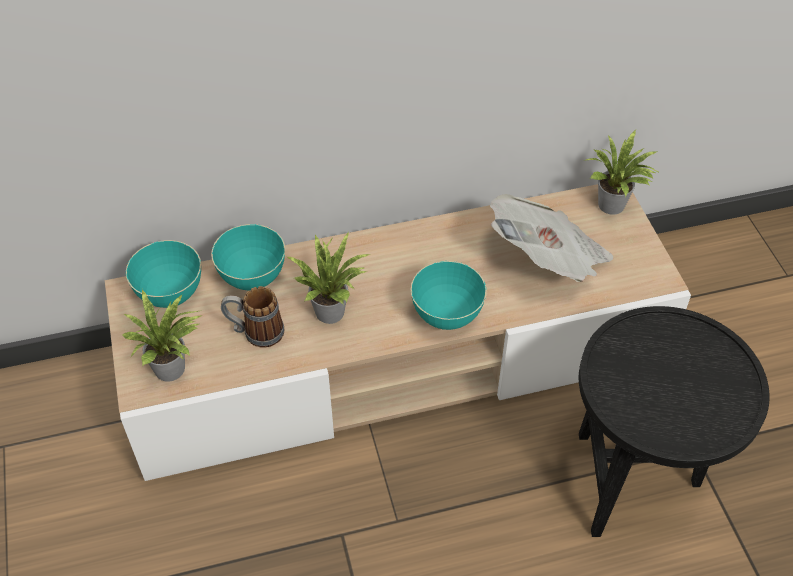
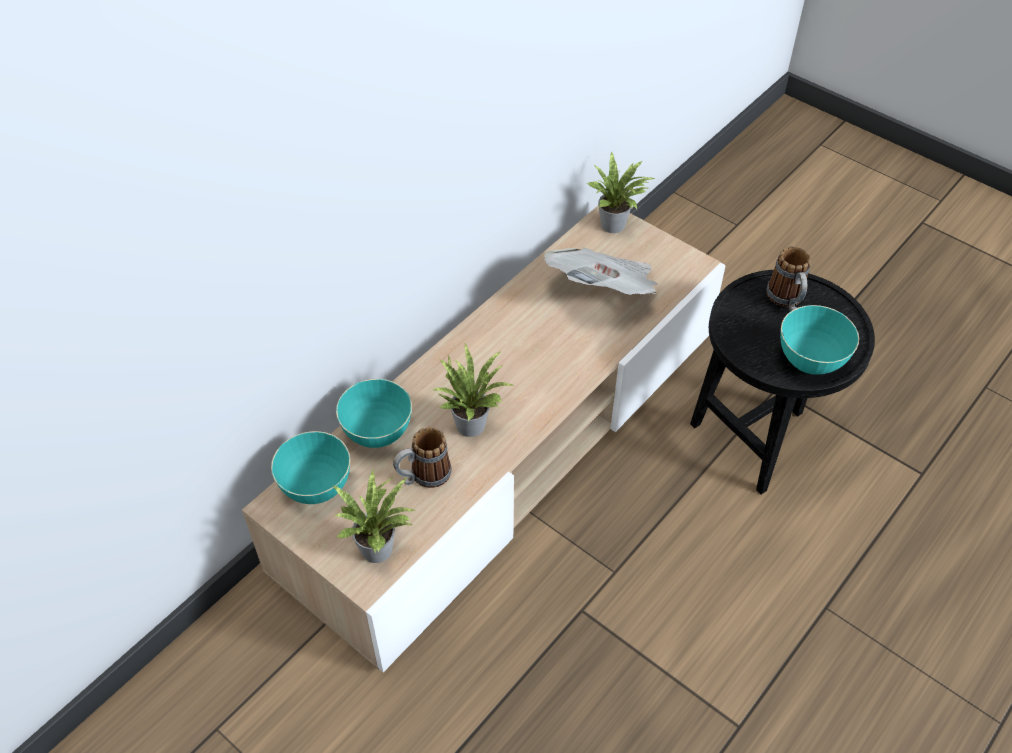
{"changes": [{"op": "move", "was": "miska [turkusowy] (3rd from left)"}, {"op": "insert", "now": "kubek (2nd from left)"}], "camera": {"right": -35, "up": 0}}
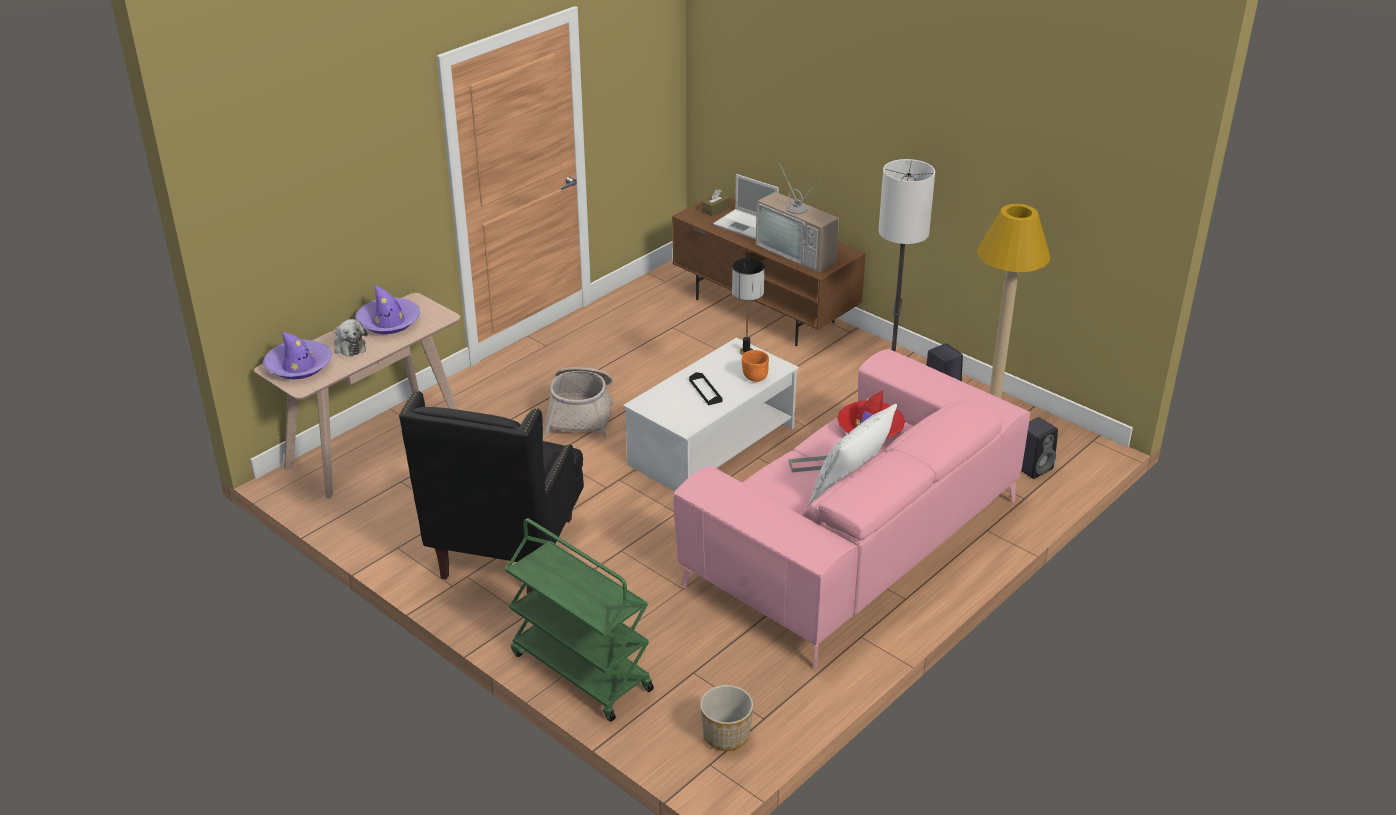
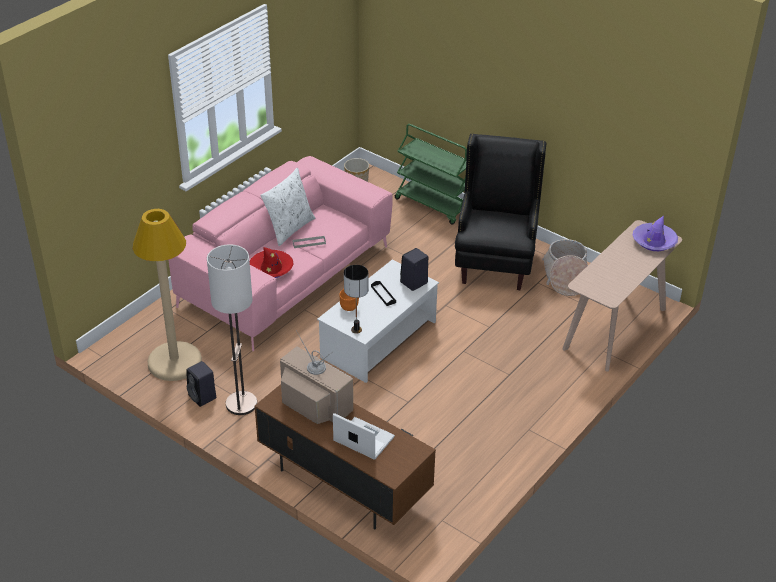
{"changes": [{"op": "delete", "was": "pudełko chusteczek [brązowy]"}, {"op": "delete", "was": "kapelusz [fioletowy] (2nd from left)"}, {"op": "delete", "was": "pluszak"}, {"op": "move", "was": "koszyk"}, {"op": "move", "was": "głośnik [czarny] (2nd from left)"}], "camera": {"right": 175, "up": 5}}
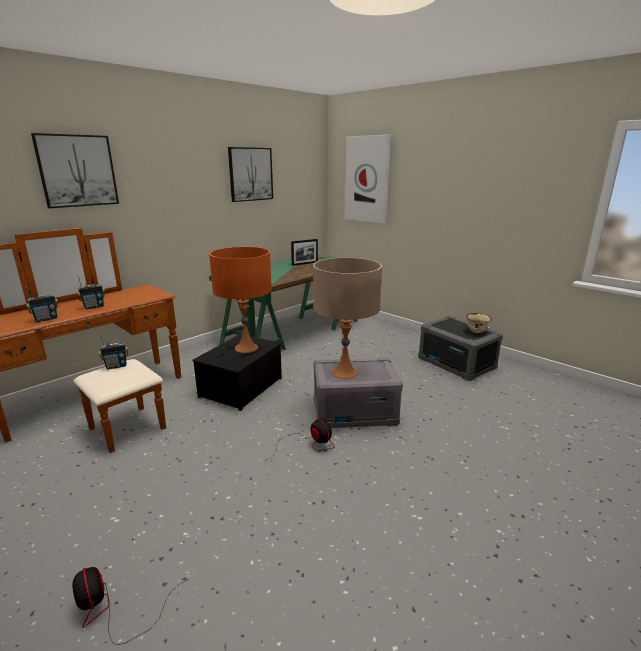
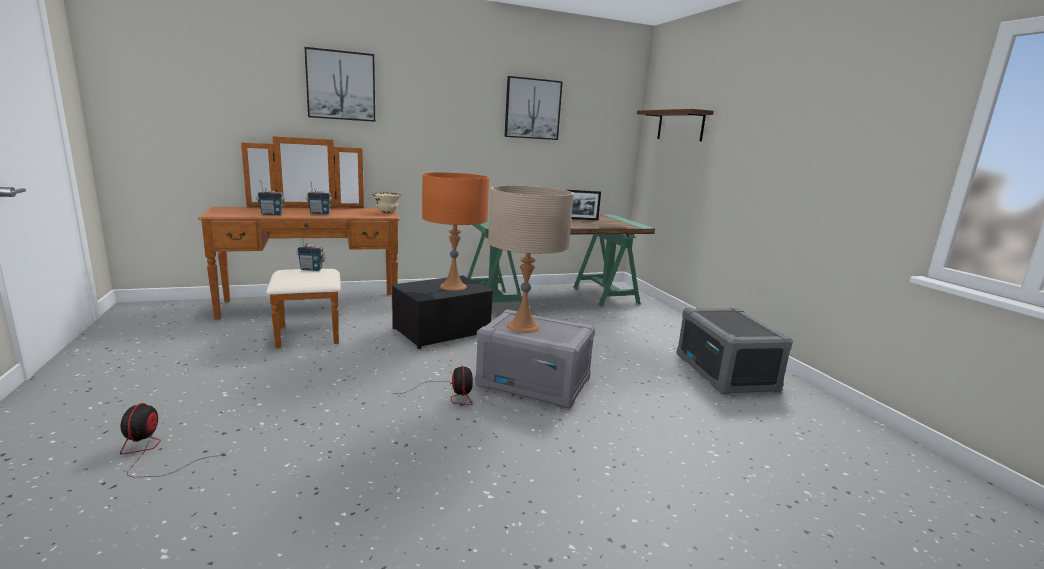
{"changes": [{"op": "replace", "was": "obraz (3rd from left)", "now": "półka [brązowy]"}, {"op": "move", "was": "miska [beżowy]"}], "camera": {"right": 25, "up": -5}}
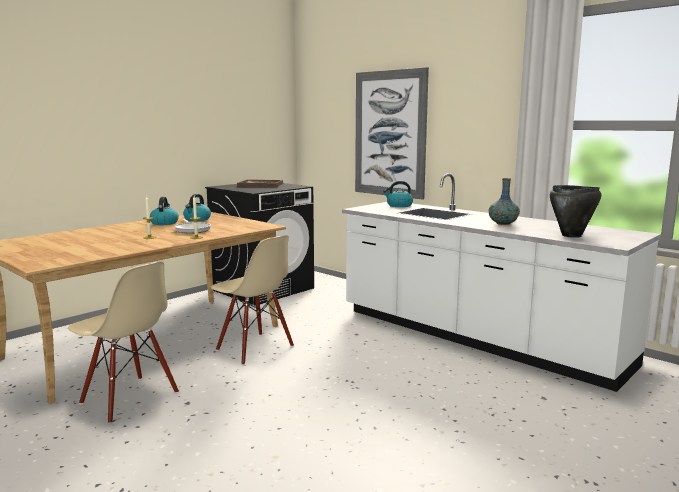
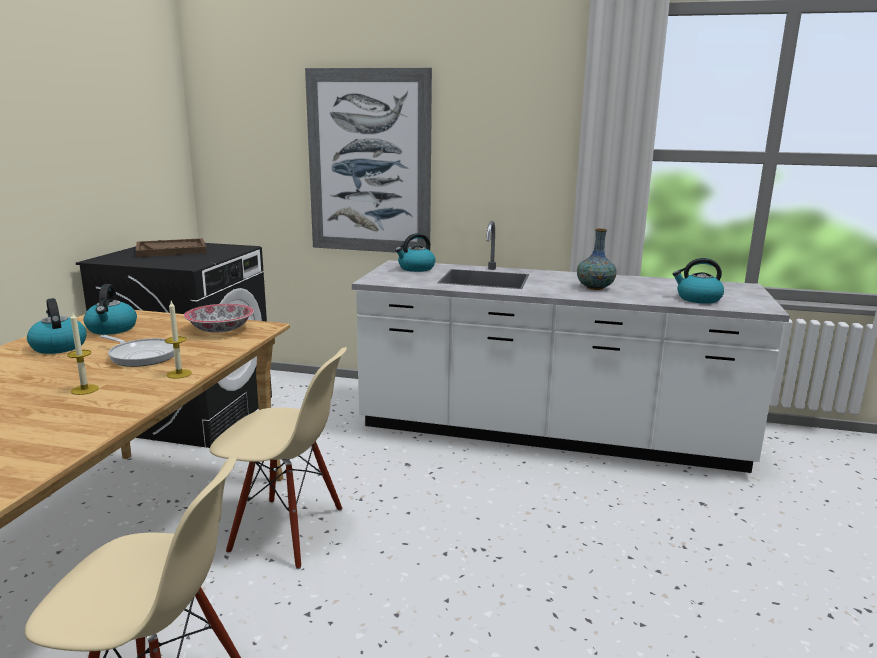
{"changes": [{"op": "replace", "was": "garnek [czarny]", "now": "czajnik (4th from left)"}, {"op": "insert", "now": "miska"}], "camera": {"right": -30, "up": 5}}
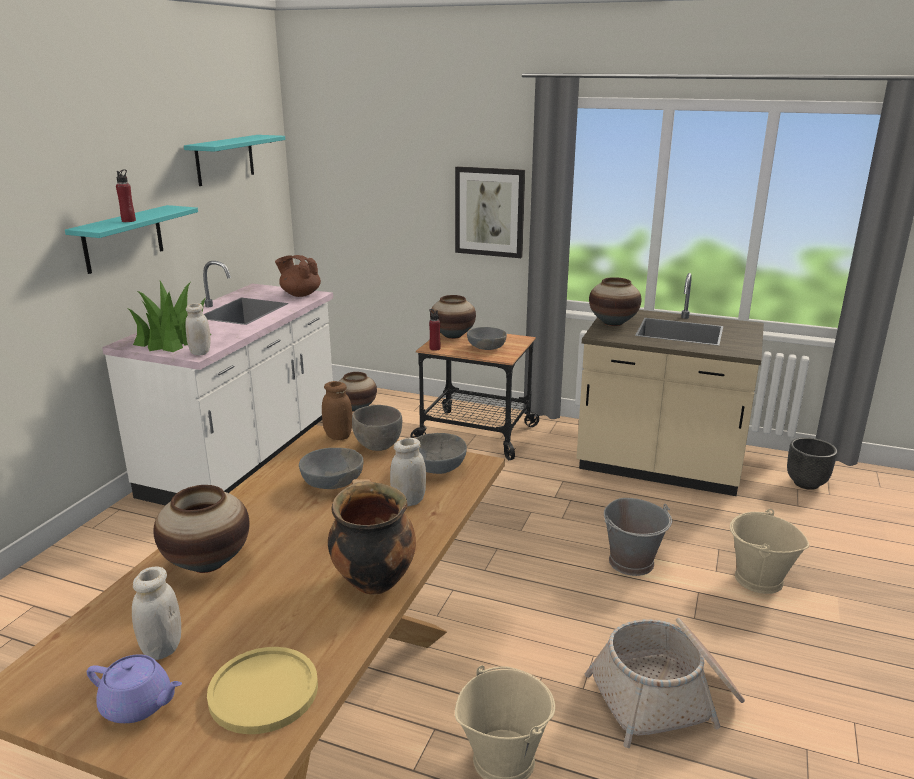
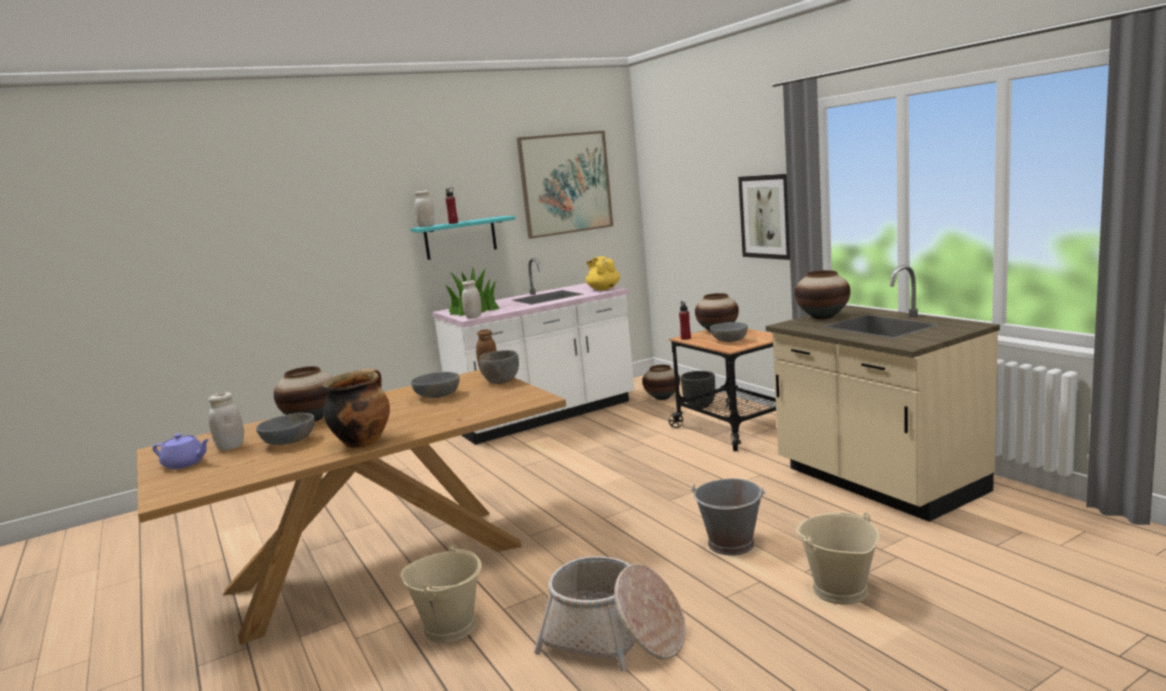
{"changes": [{"op": "replace", "was": "półka [turkusowy] (2nd from left)", "now": "obraz (1st from left)"}, {"op": "recolor", "was": "imbryk [brązowy]", "now": "imbryk [żółty]"}, {"op": "move", "was": "miska [szary] (3rd from left in the first image)", "now": "miska [szary] (1st from left)"}, {"op": "move", "was": "donica [czarny]"}, {"op": "move", "was": "słoik [biały] (3rd from left in the first image)", "now": "słoik [biały] (2nd from left)"}, {"op": "delete", "was": "talerz [żółty]"}, {"op": "rotate", "was": "imbryk [fioletowy]", "clockwise": -45}], "camera": {"right": 40, "up": -10}}
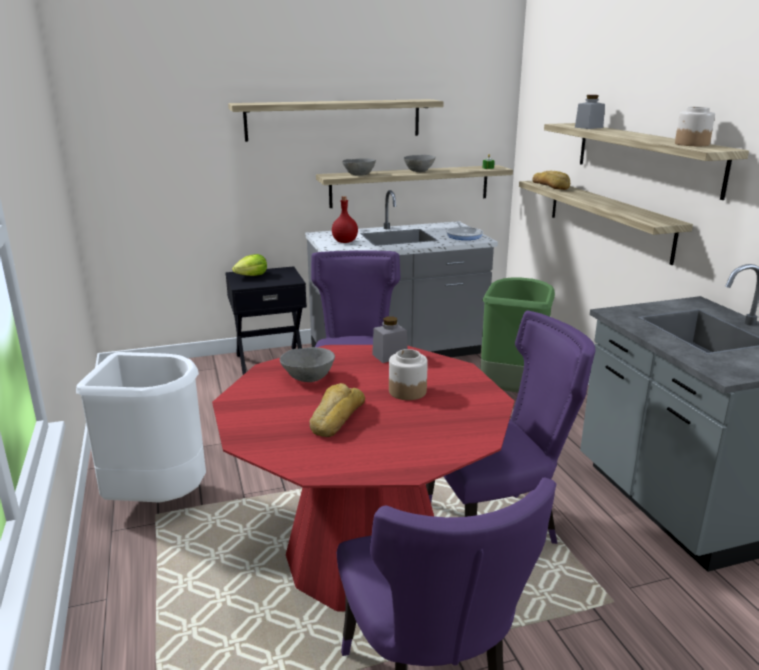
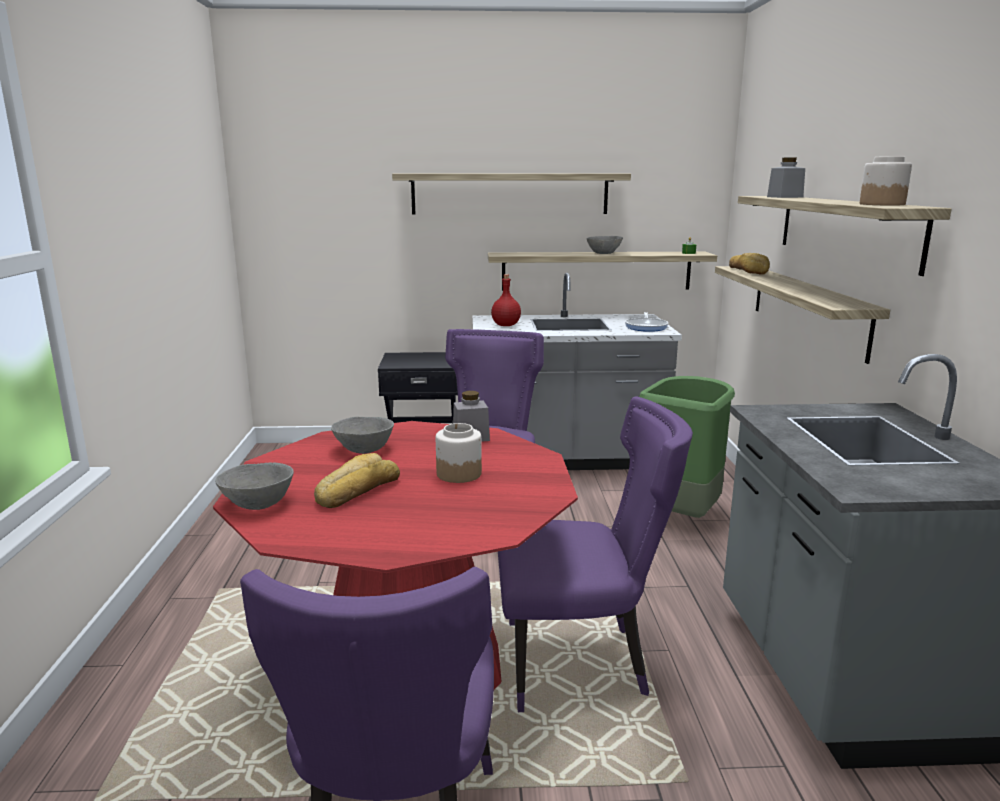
{"changes": [{"op": "move", "was": "miska [szary] (2nd from left in the first image)", "now": "miska [szary] (1st from left)"}, {"op": "delete", "was": "sałata"}, {"op": "delete", "was": "kosz na śmieci [biały]"}], "camera": {"right": 15, "up": -5}}
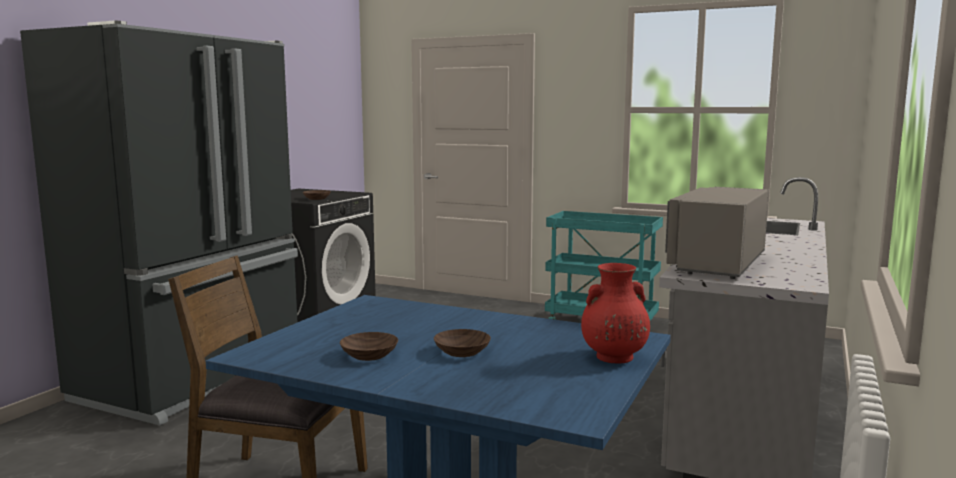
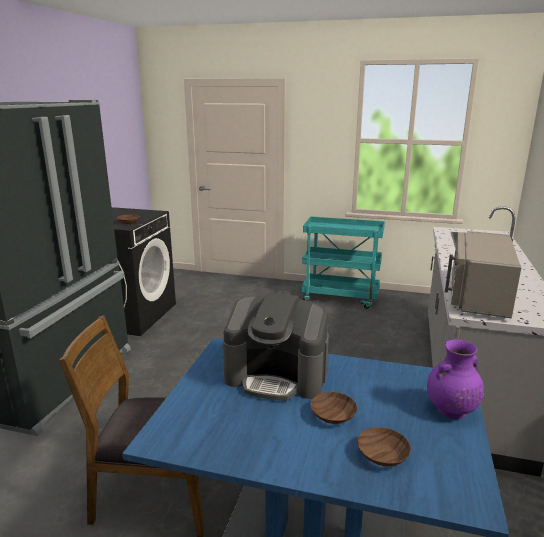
{"changes": [{"op": "recolor", "was": "wazon [czerwony]", "now": "wazon [fioletowy]"}, {"op": "move", "was": "miska [brązowy] (2nd from left in the first image)", "now": "miska [brązowy] (3rd from left)"}, {"op": "insert", "now": "ekspres do kawy"}], "camera": {"right": -10, "up": 10}}
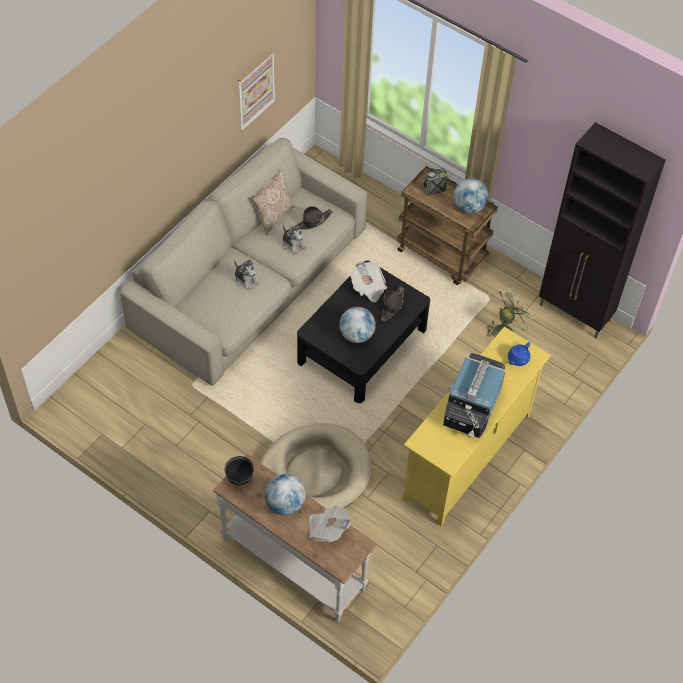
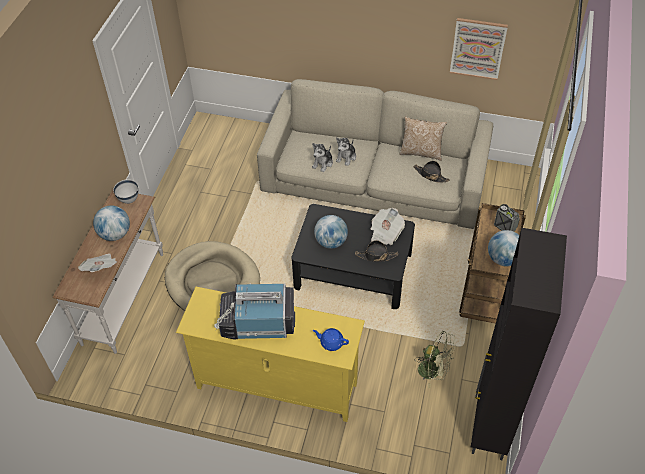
{"changes": [{"op": "move", "was": "pluszak (2nd from left in the first image)", "now": "pluszak (1st from left)"}, {"op": "recolor", "was": "miska [czarny]", "now": "miska [biały]"}], "camera": {"right": 70, "up": -5}}
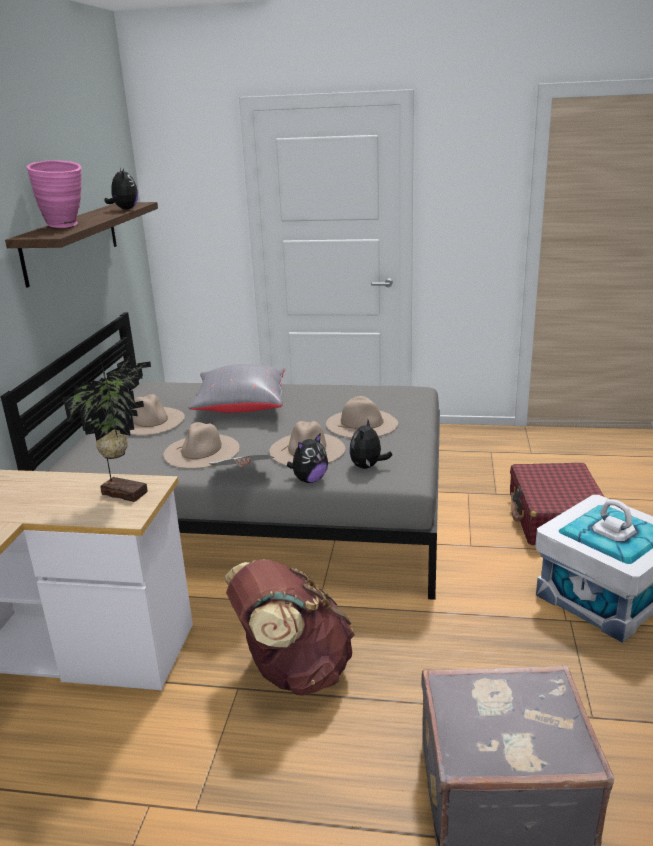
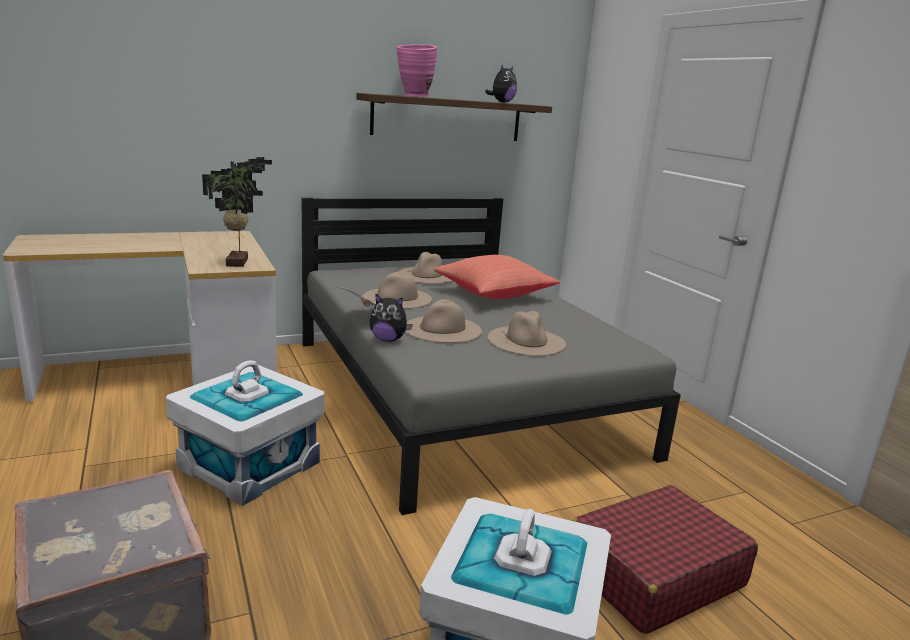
{"changes": [{"op": "recolor", "was": "poduszka [szary]", "now": "poduszka [czerwony]"}, {"op": "delete", "was": "pluszak (3rd from left)"}, {"op": "replace", "was": "plecak [brązowy]", "now": "pojemnik do przechowywania [biały] (1st from left)"}], "camera": {"right": 55, "up": -5}}
